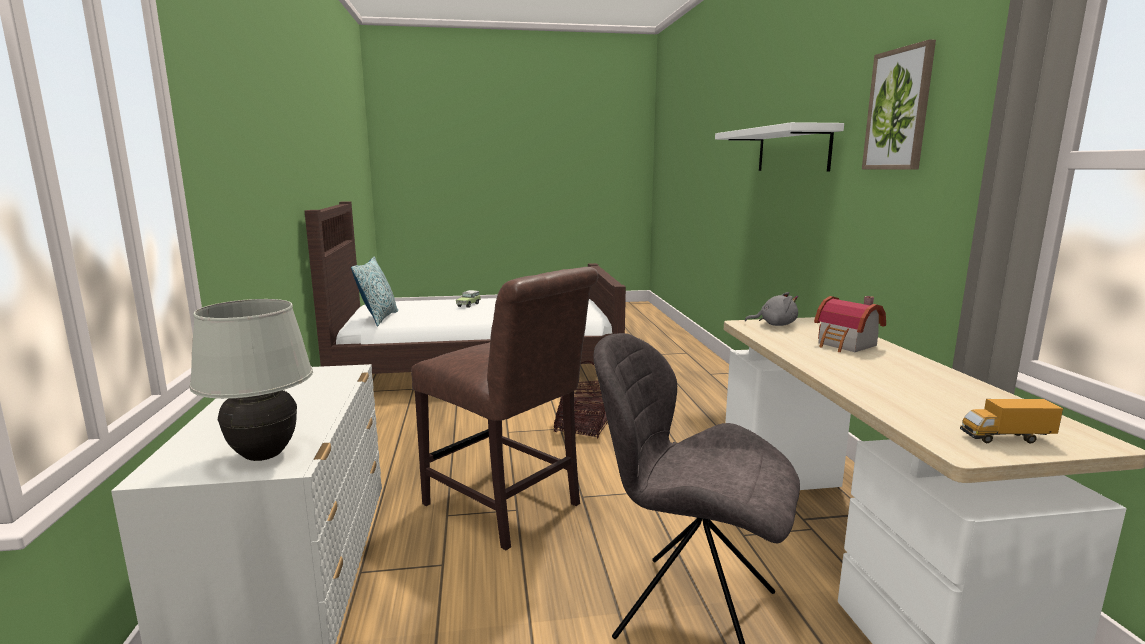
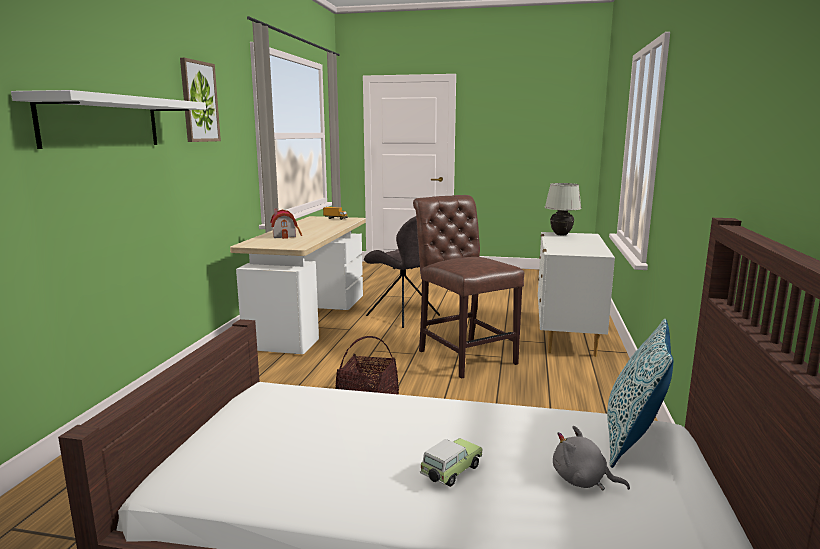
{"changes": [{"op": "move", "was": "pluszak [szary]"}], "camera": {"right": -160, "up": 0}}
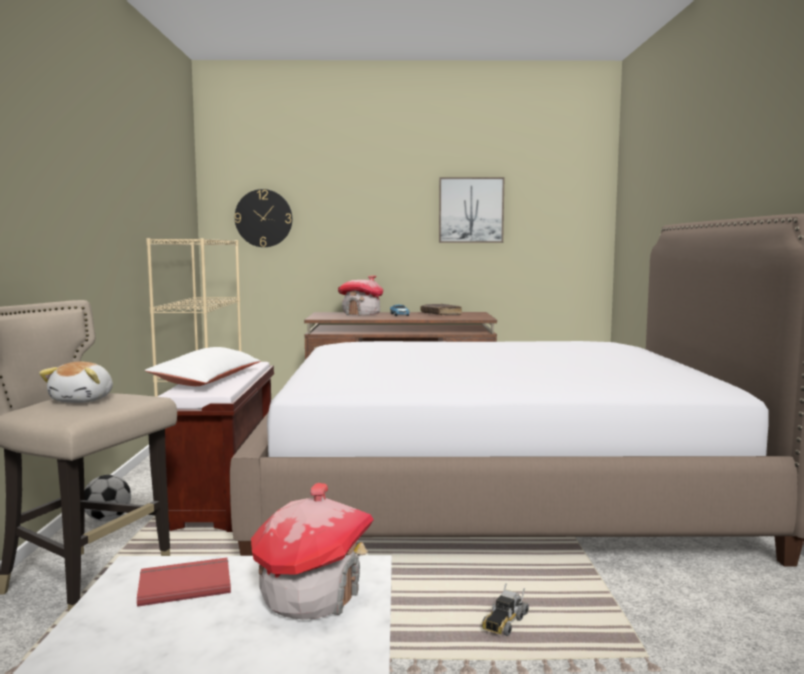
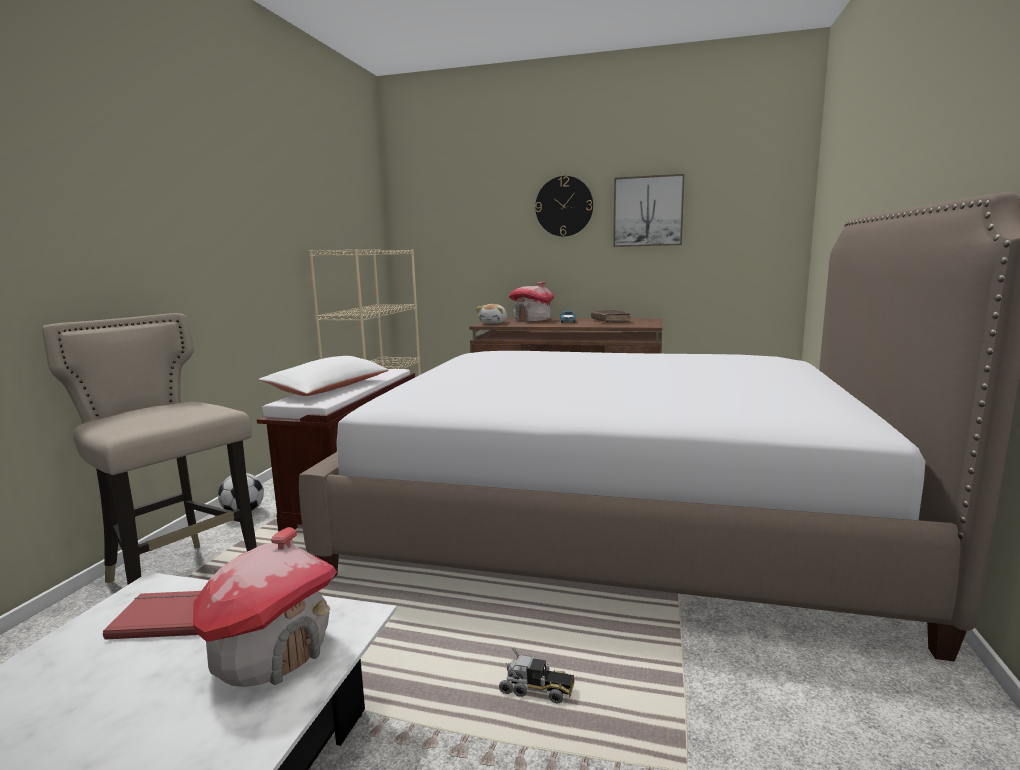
{"changes": [{"op": "move", "was": "zegar ścienny"}, {"op": "move", "was": "pluszak"}, {"op": "rotate", "was": "ciężarówka zabawkowa", "clockwise": -120}], "camera": {"right": 15, "up": 5}}
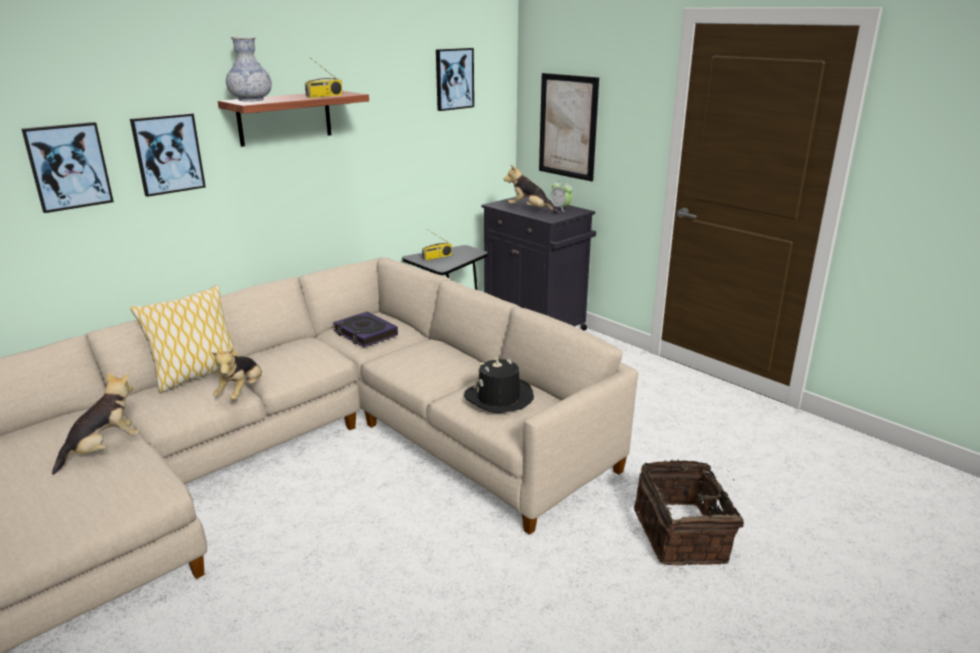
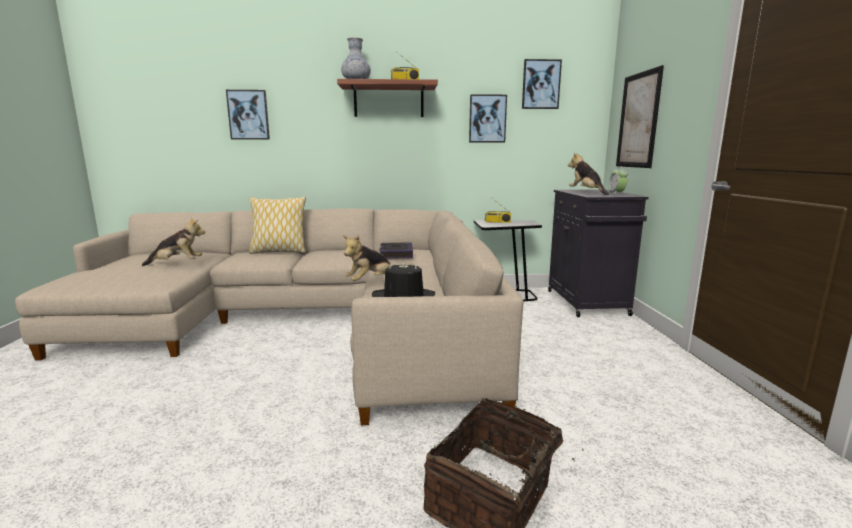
{"changes": [{"op": "move", "was": "obraz (2nd from left)"}, {"op": "move", "was": "pluszak (2nd from left)"}], "camera": {"right": 40, "up": -10}}
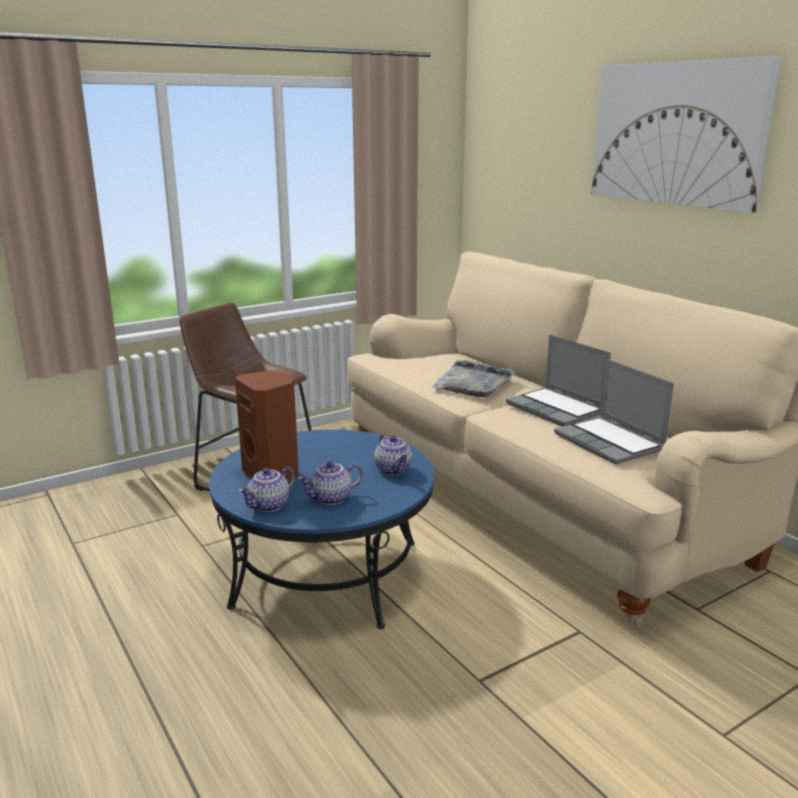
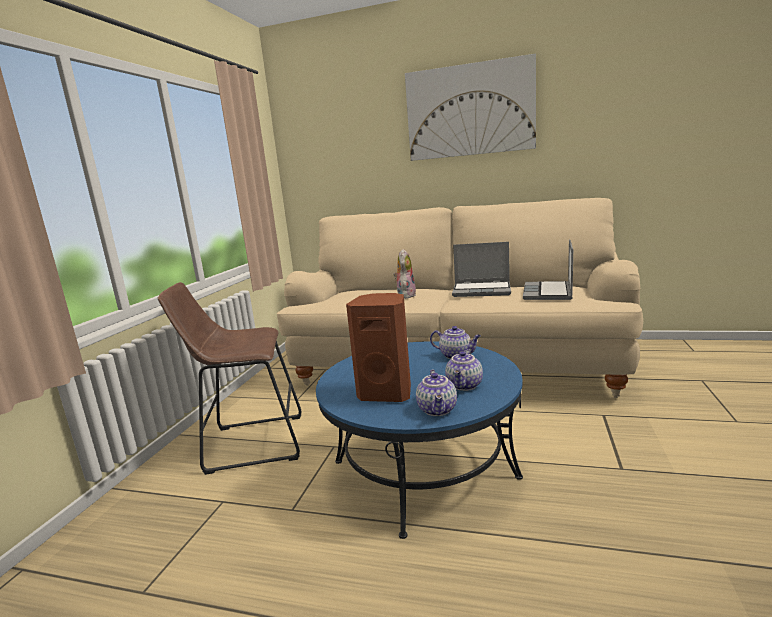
{"changes": [{"op": "rotate", "was": "laptop (2nd from left)", "clockwise": 90}, {"op": "replace", "was": "taca [szary]", "now": "pluszak"}], "camera": {"right": -40, "up": -5}}
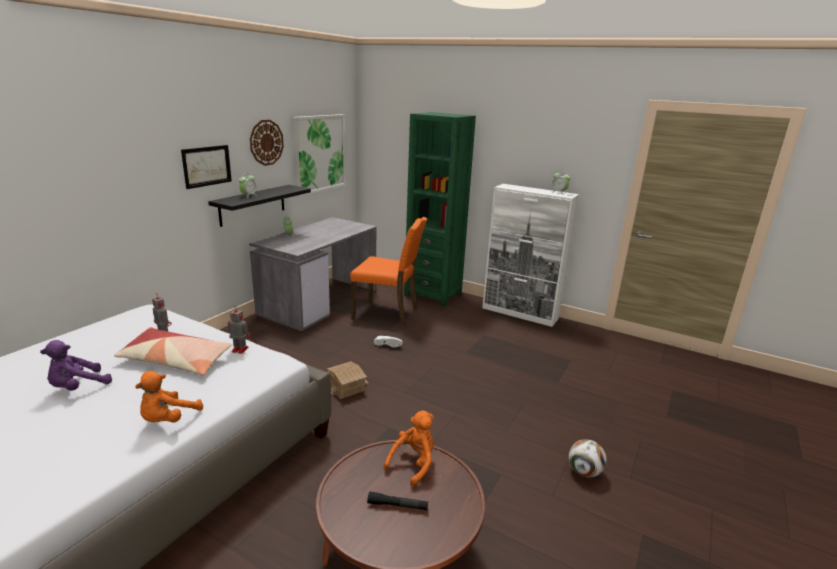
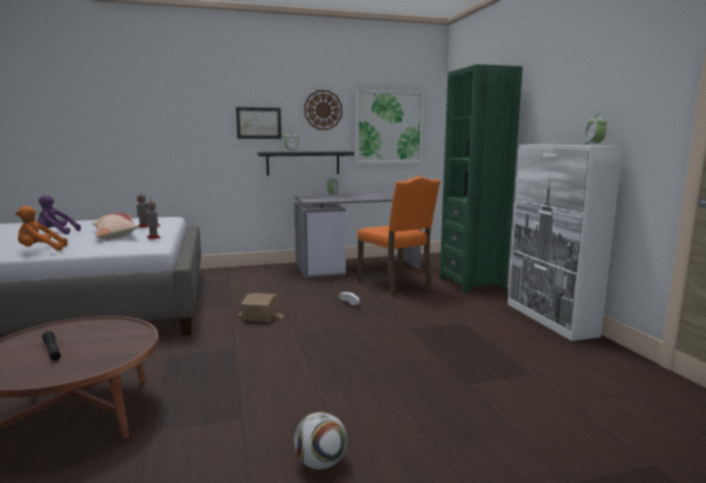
{"changes": [{"op": "delete", "was": "pluszak [pomarańczowy] (2nd from left)"}], "camera": {"right": 45, "up": -10}}
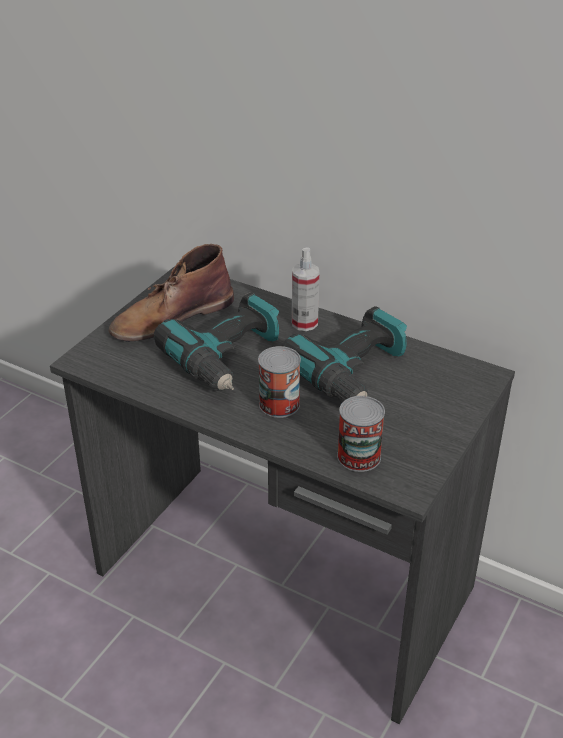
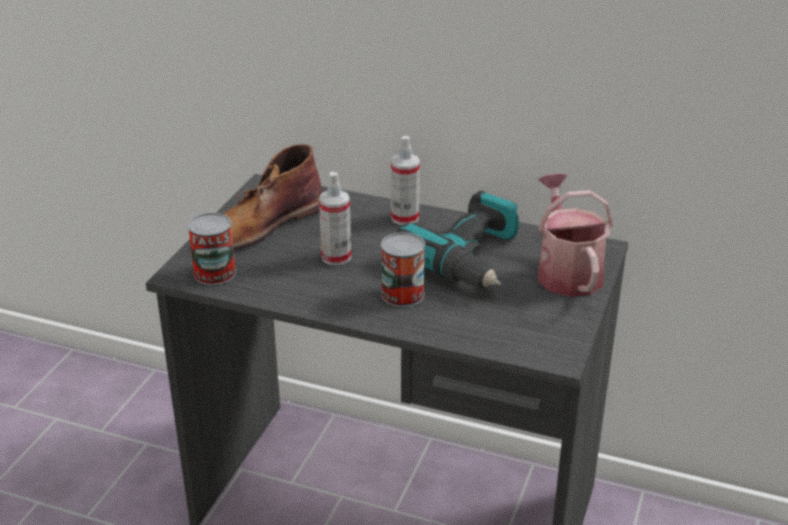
{"changes": [{"op": "replace", "was": "wiertarka (1st from left)", "now": "spryskiwacz (1st from left)"}, {"op": "move", "was": "puszka (2nd from left in the first image)", "now": "puszka (1st from left)"}, {"op": "insert", "now": "konewka"}], "camera": {"right": -10, "up": -5}}
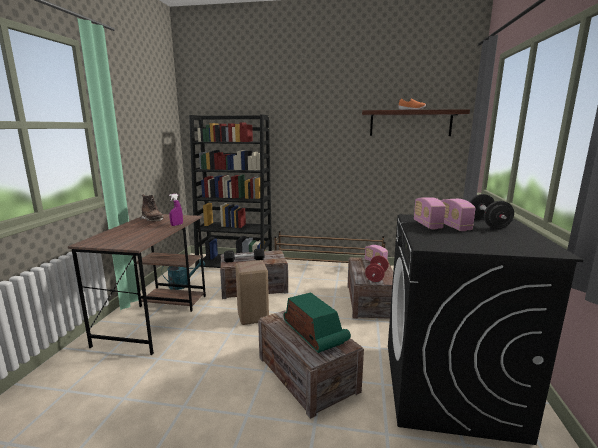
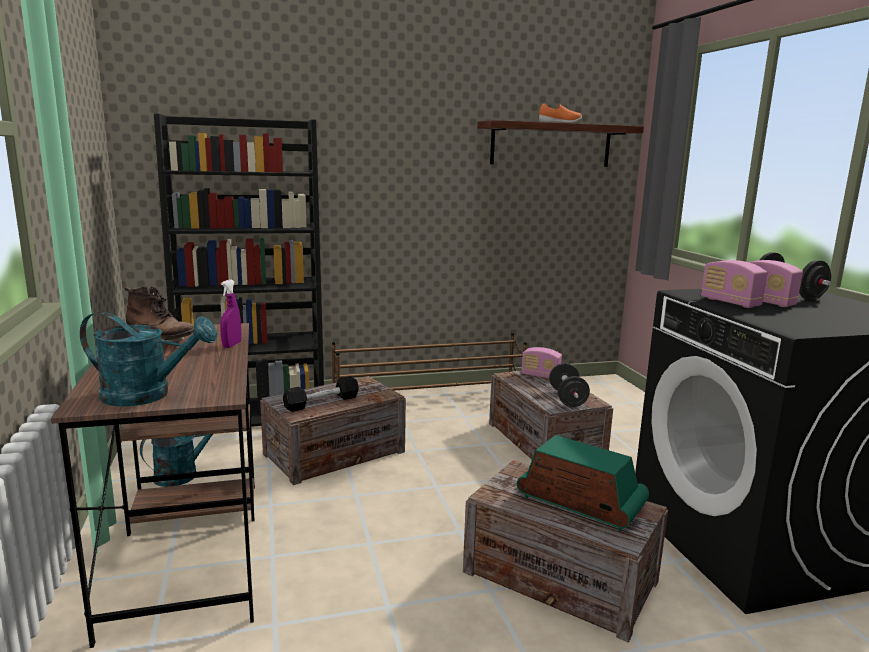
{"changes": [{"op": "recolor", "was": "hantel [czerwony]", "now": "hantel [czarny] (2nd from left)"}, {"op": "delete", "was": "stołek [beżowy]"}, {"op": "insert", "now": "konewka [turkusowy] (1st from left)"}], "camera": {"right": -25, "up": 0}}
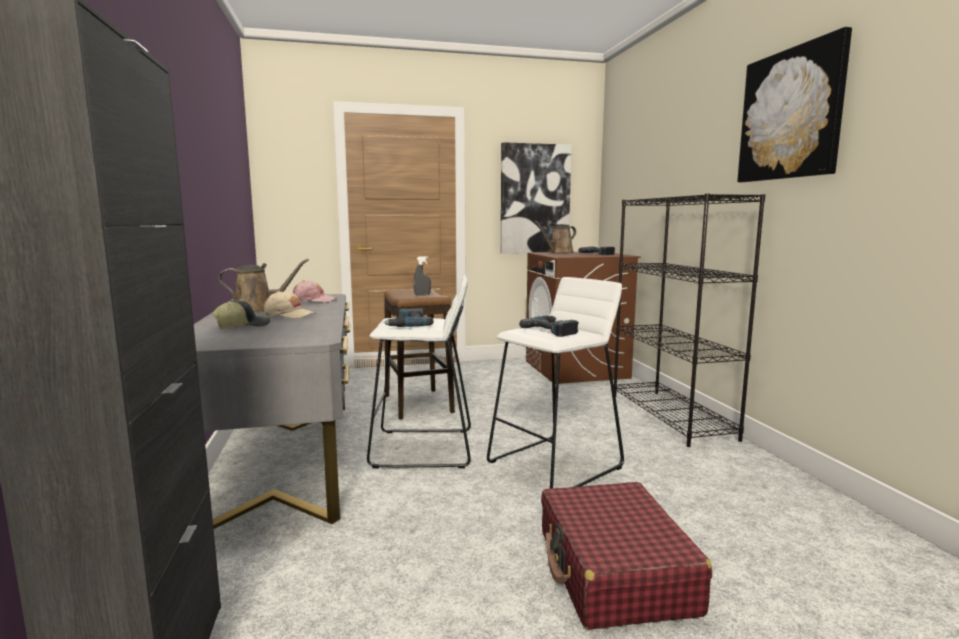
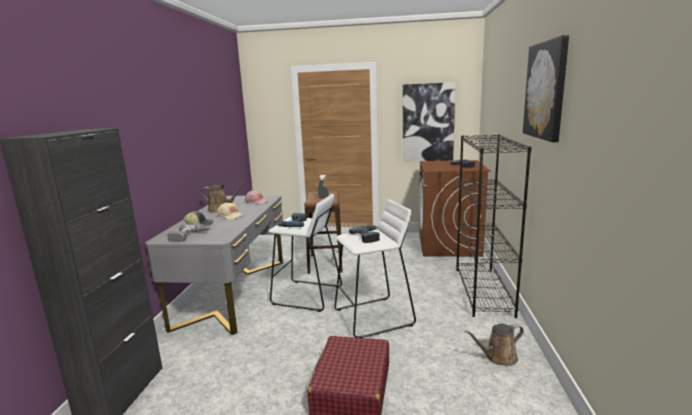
{"changes": [{"op": "move", "was": "konewka [brązowy] (2nd from left)"}, {"op": "insert", "now": "wiertarka (1st from left)"}], "camera": {"right": 20, "up": 5}}
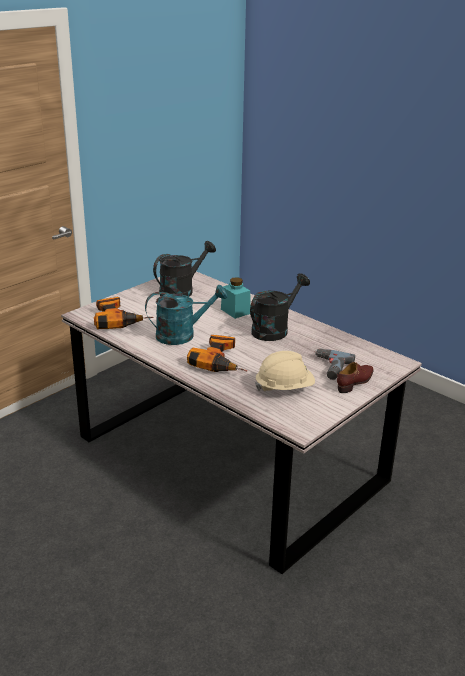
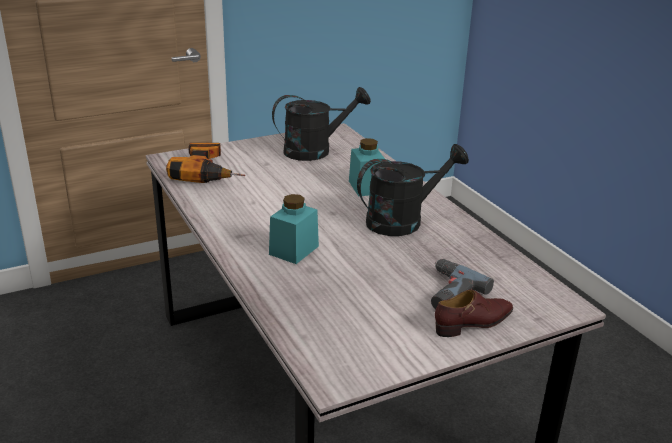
{"changes": [{"op": "delete", "was": "konewka [turkusowy]"}, {"op": "replace", "was": "wiertarka (2nd from left)", "now": "słoik [turkusowy] (1st from left)"}, {"op": "delete", "was": "kask [beżowy]"}], "camera": {"right": 20, "up": 0}}
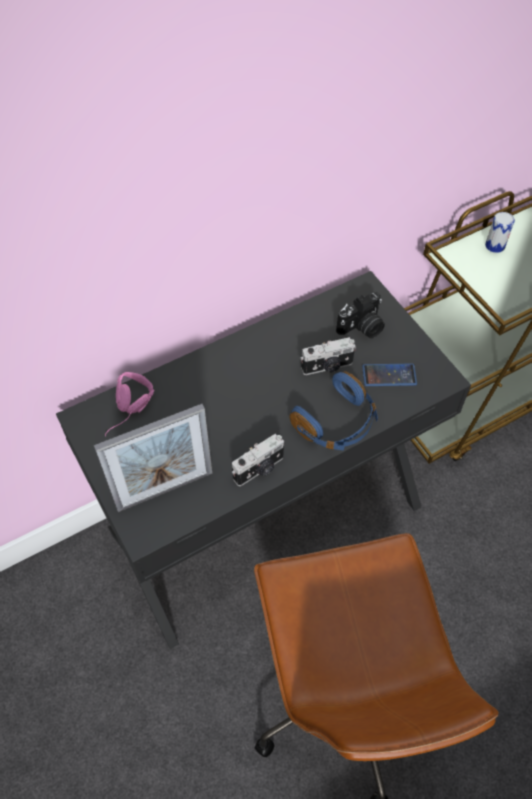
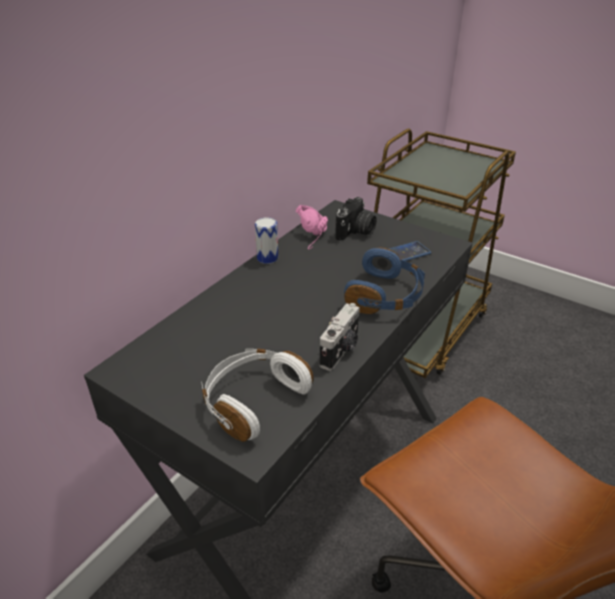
{"changes": [{"op": "move", "was": "puszka"}, {"op": "delete", "was": "aparat fotograficzny (2nd from left)"}, {"op": "move", "was": "słuchawki [różowy]"}, {"op": "replace", "was": "ramka na zdjęcie", "now": "słuchawki [biały]"}], "camera": {"right": -25, "up": -20}}
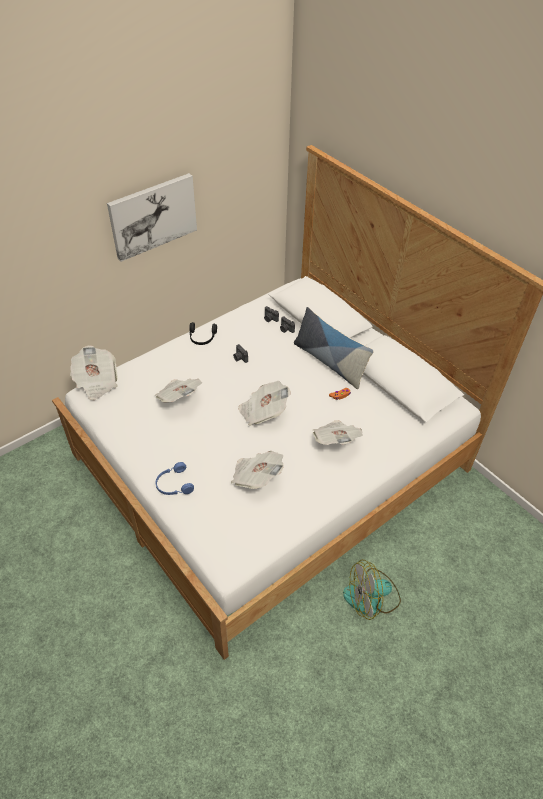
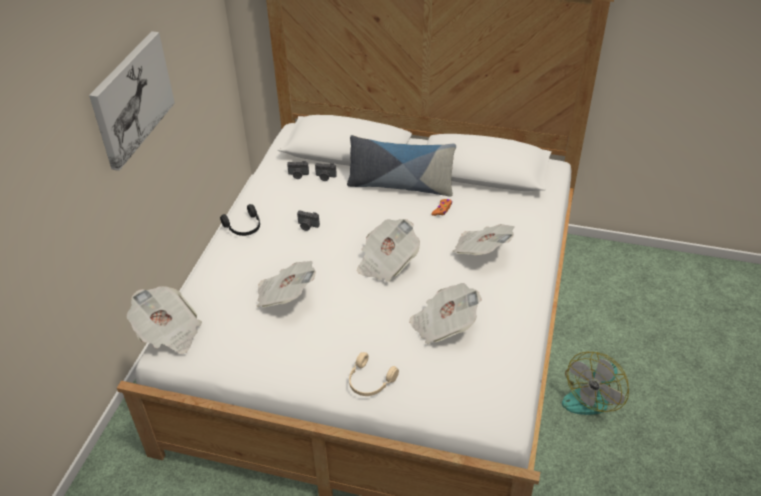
{"changes": [{"op": "recolor", "was": "słuchawki [niebieski]", "now": "słuchawki [beżowy]"}], "camera": {"right": -35, "up": -5}}
